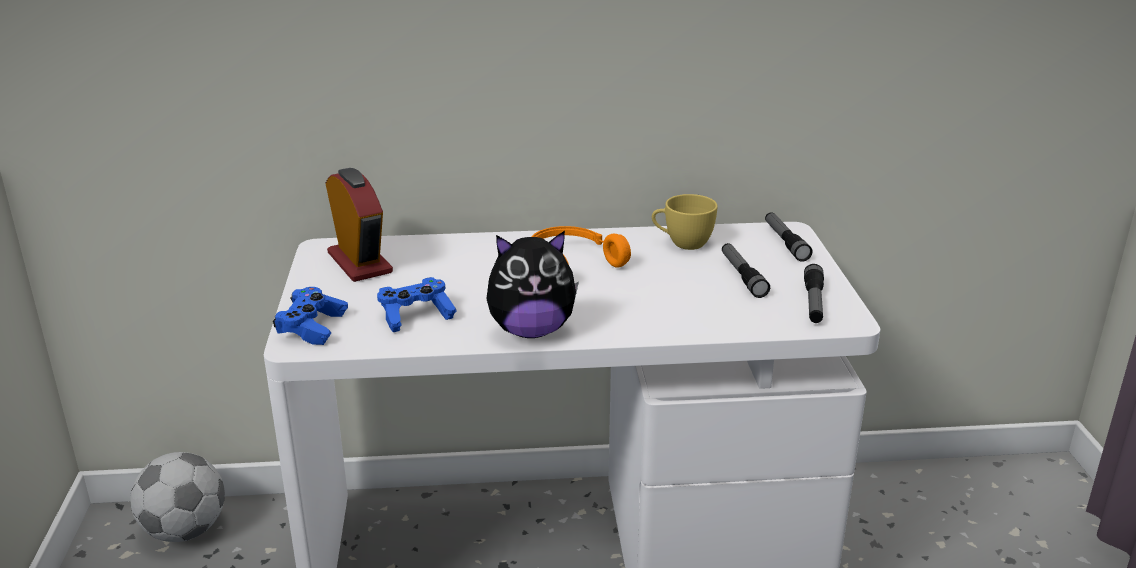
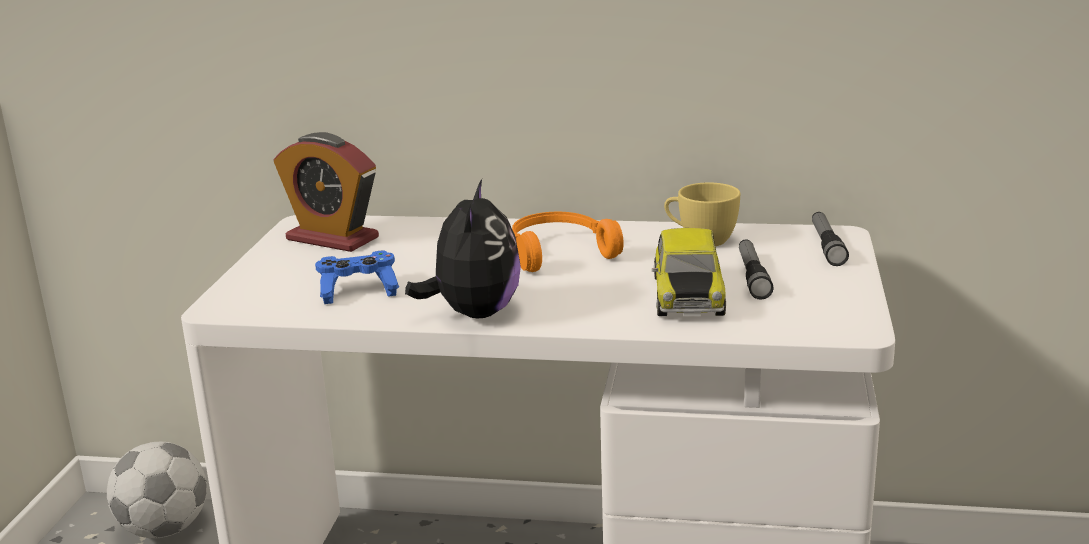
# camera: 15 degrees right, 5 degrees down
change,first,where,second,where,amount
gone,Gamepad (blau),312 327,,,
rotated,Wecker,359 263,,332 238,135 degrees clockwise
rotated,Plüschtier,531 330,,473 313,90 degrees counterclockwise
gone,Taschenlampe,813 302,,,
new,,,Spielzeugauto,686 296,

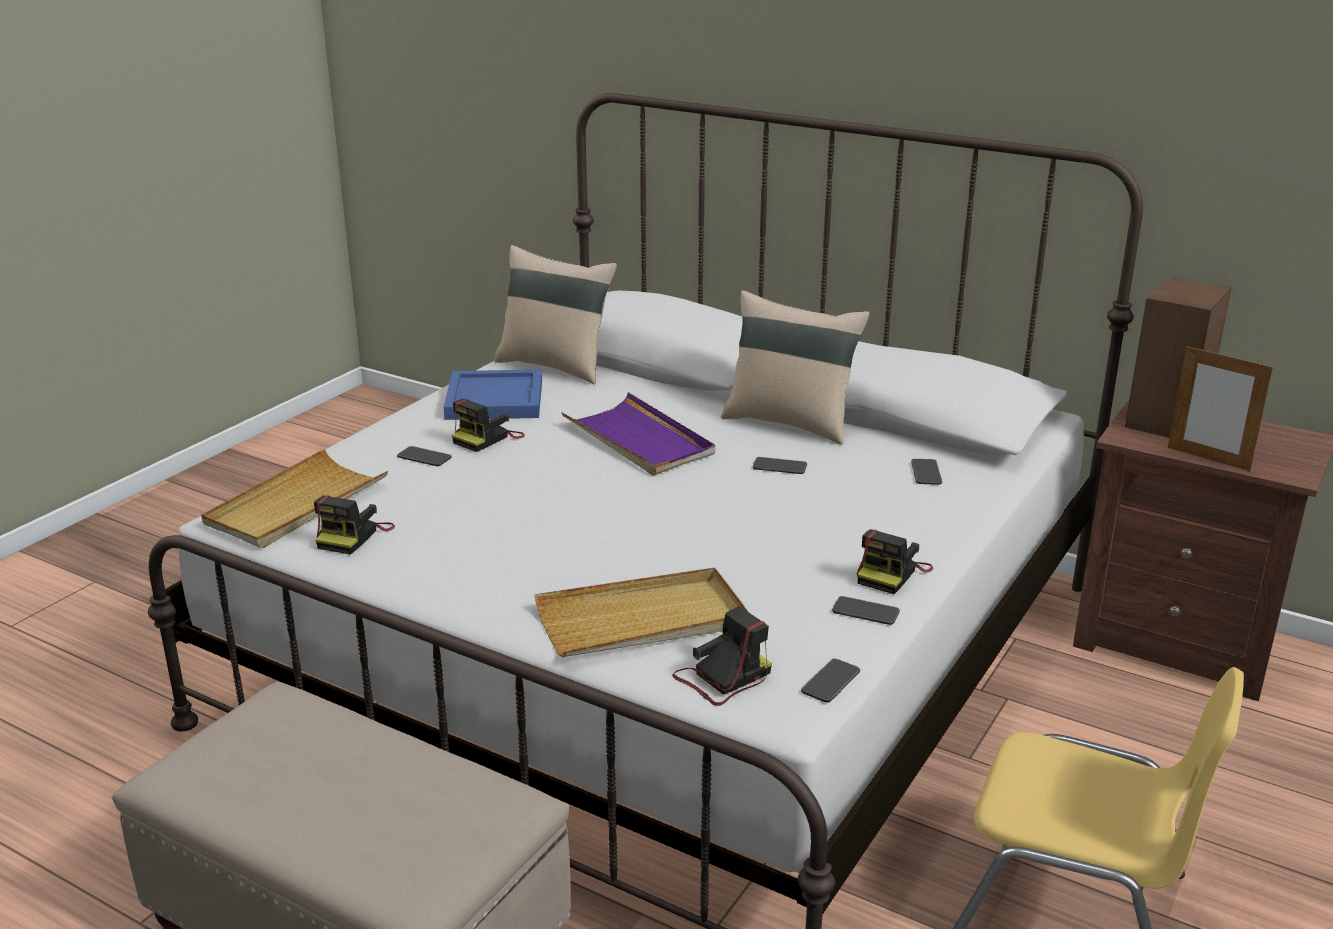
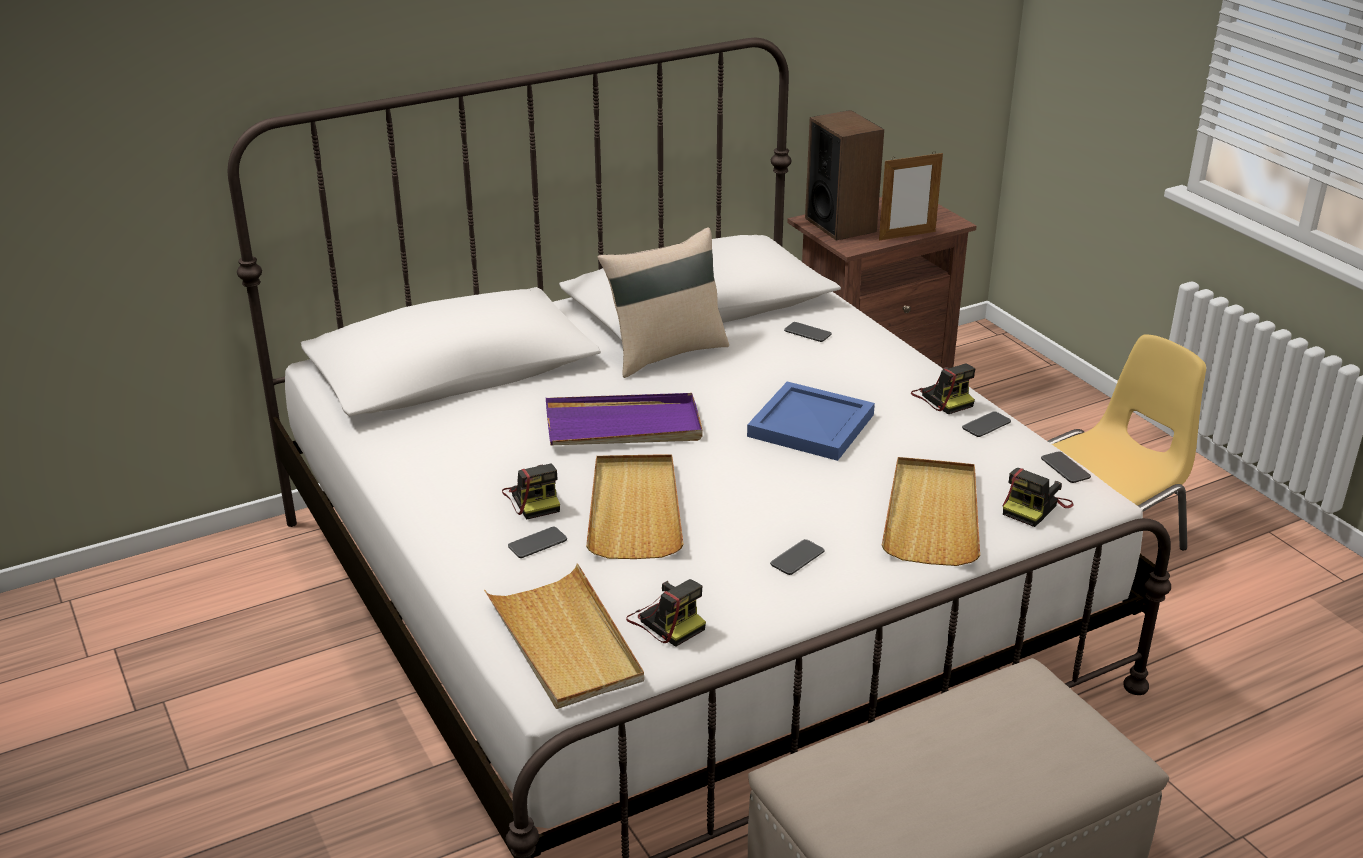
# camera: 60 degrees left, 5 degrees up
change,first,where,second,where,amount
shifted,Tablett (blau),493 400,,812 426,
gone,Kissen (beige),556 366,,,
rotated,Kamera,722 678,,1035 507,135 degrees counterclockwise
shifted,Handy,779 467,,797 558,
new,,,Tablett (beige),634 510,

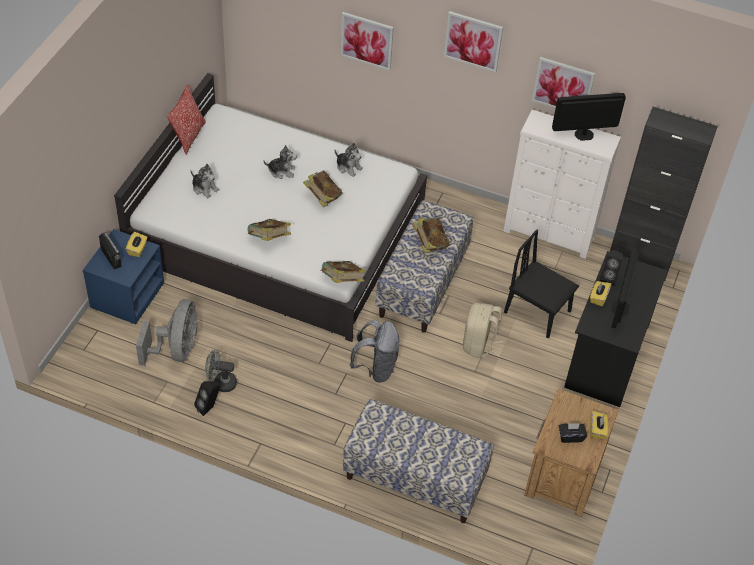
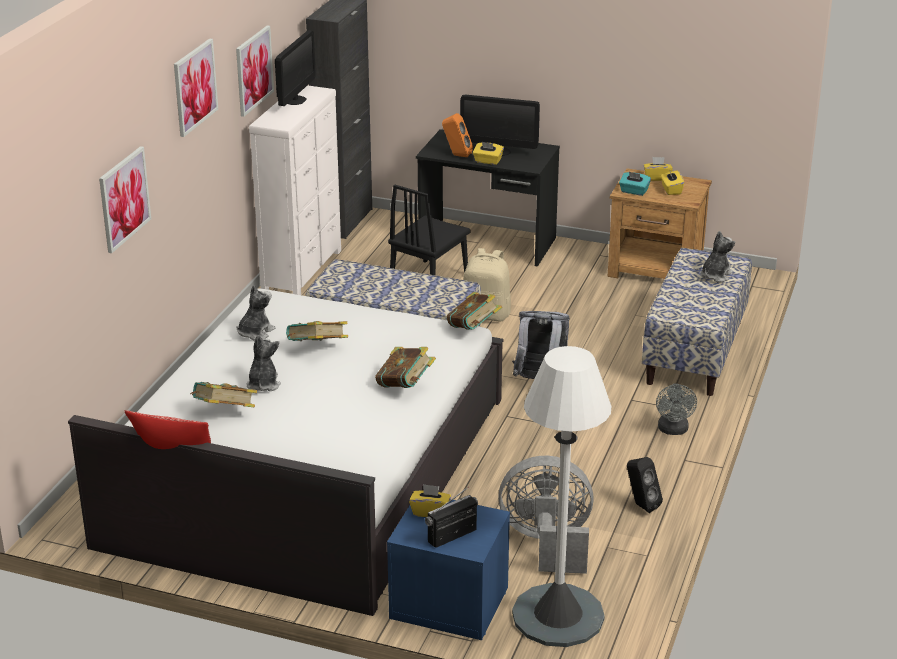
# camera: 90 degrees left, 20 degrees down
change,first,where,second,where,amount
shifted,Plüschtier,204 188,,715 275,
shifted,Ventilator (grau),221 383,,673 430,
shifted,Buch,430 243,,224 413,
rotated,Monitor,584 134,,295 100,150 degrees counterclockwise
repainted,Taschentuchbox (schwarz),570 436,Taschentuchbox (gelb),671 190,
repainted,Lautsprecher (schwarz),609 277,Lautsprecher (orange),456 155,
new,,,Stehlampe (weiß),558 616,
new,,,Taschentuchbox (türkis),634 191,

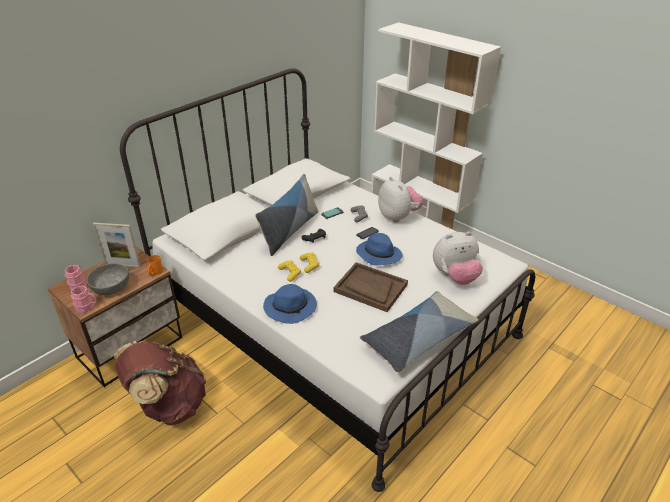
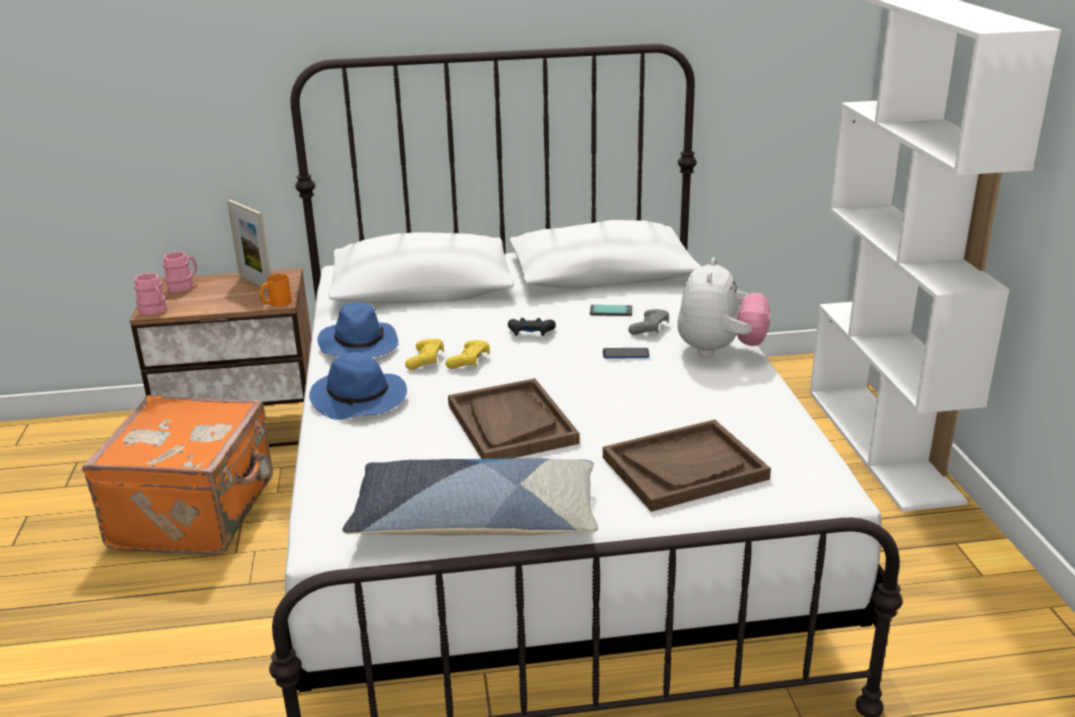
# camera: 40 degrees right, 10 degrees down
change,first,where,second,where,amount
gone,Schüssel (grau),111 287,,,
swapped,Rucksack (braun),168 405,Koffer (orange),197 513,
gone,Kissen,289 231,,,
shifted,Hut (blau),378 254,,358 345,
swapped,Plüschtier,455 277,Tablett (braun),684 468,

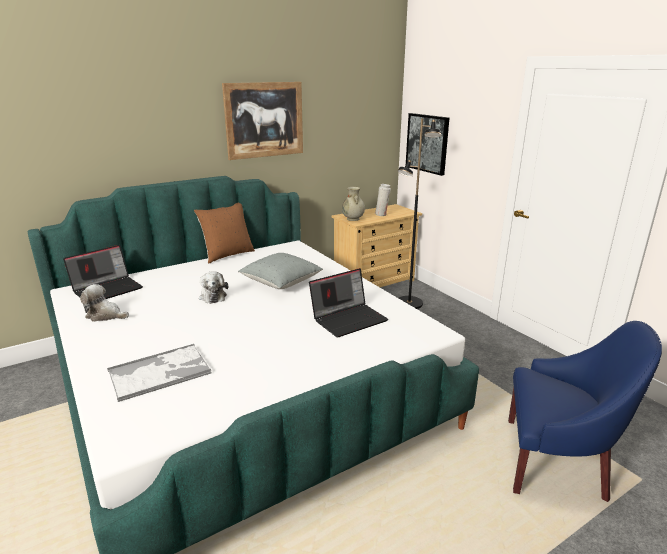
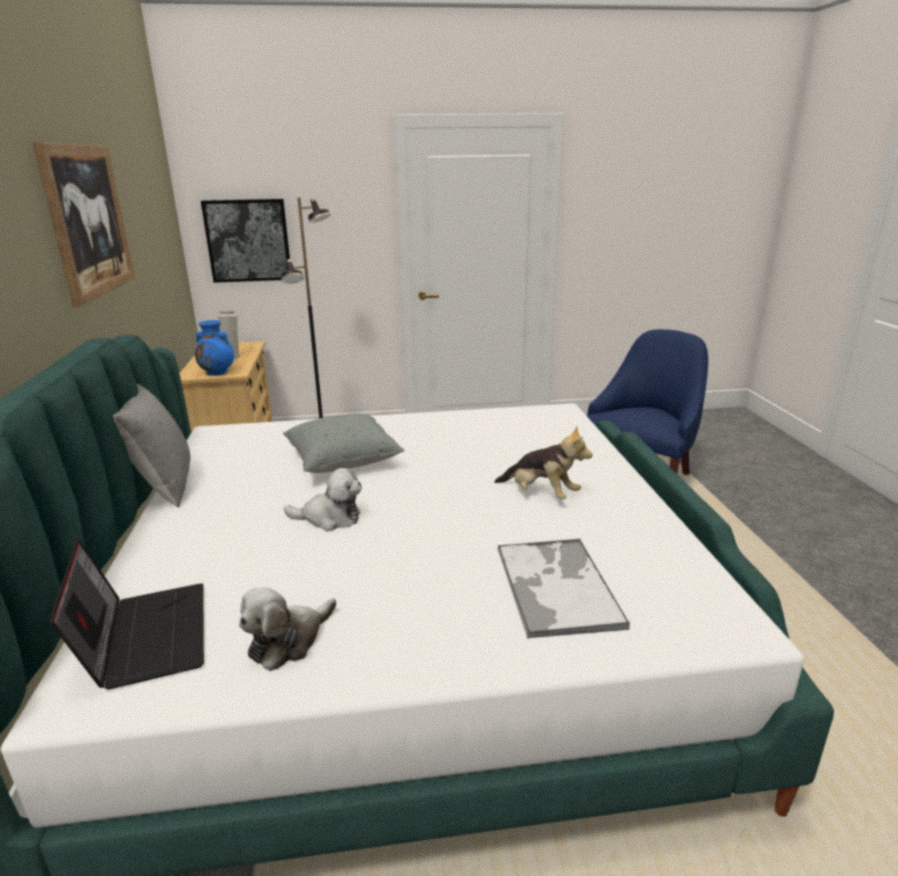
# camera: 65 degrees left, 0 degrees up
change,first,where,second,where,amount
repainted,Kissen (braun),227 255,Kissen (grau),164 486,
gone,Laptop,349 319,,,
repainted,Vase (beige),353 219,Vase (blau),218 372,
new,,,Plüschtier,541 494,

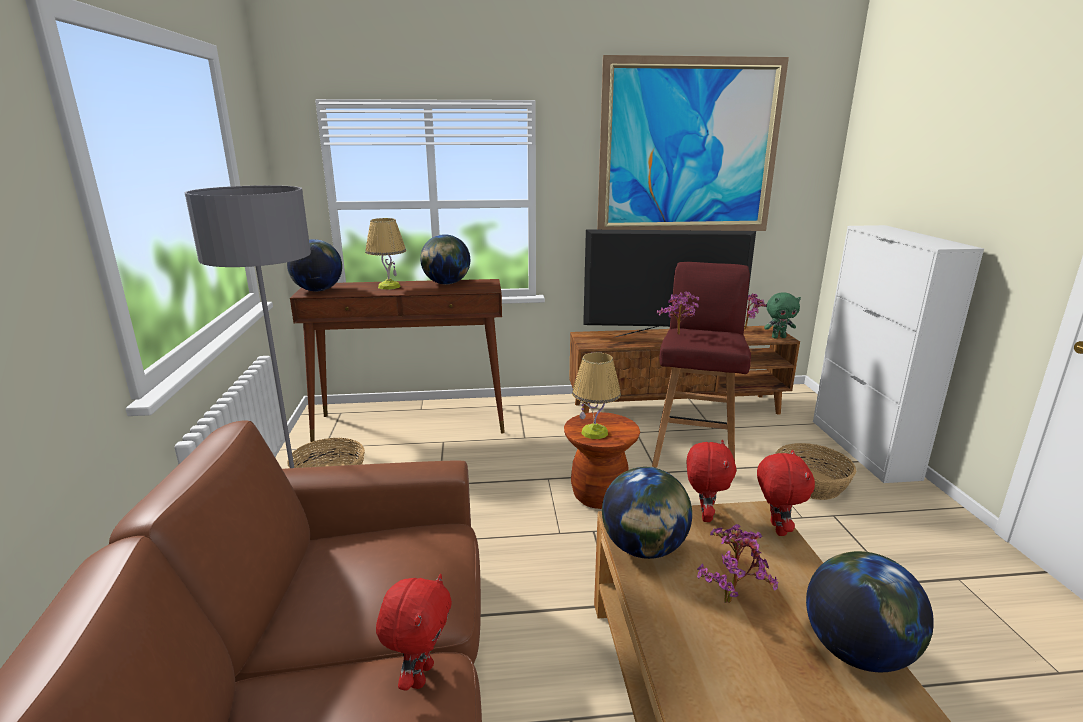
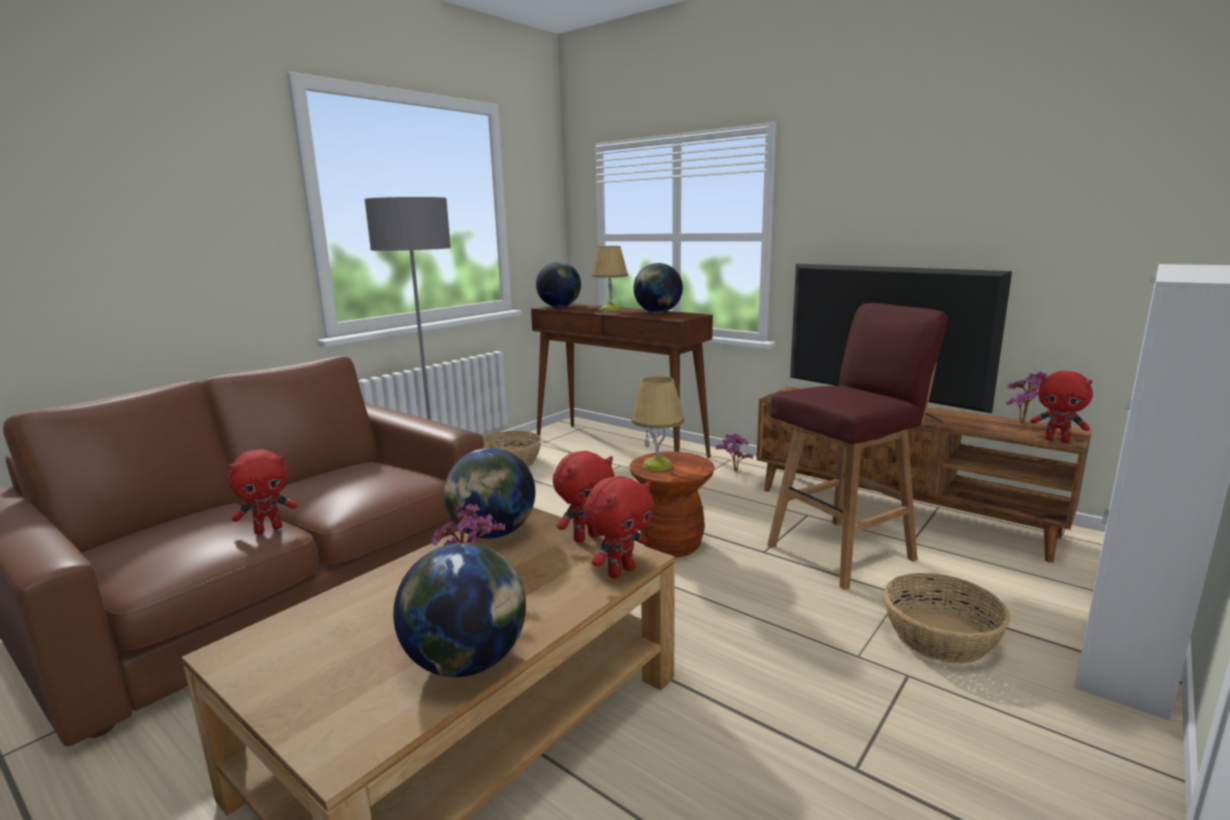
# camera: 45 degrees right, 5 degrees down
change,first,where,second,where,amount
gone,Bild,689 148,,,
shifted,Topfpflanze,679 335,,733 472,
repainted,Plüschtier (grün),778 337,Plüschtier (rot),1057 440,

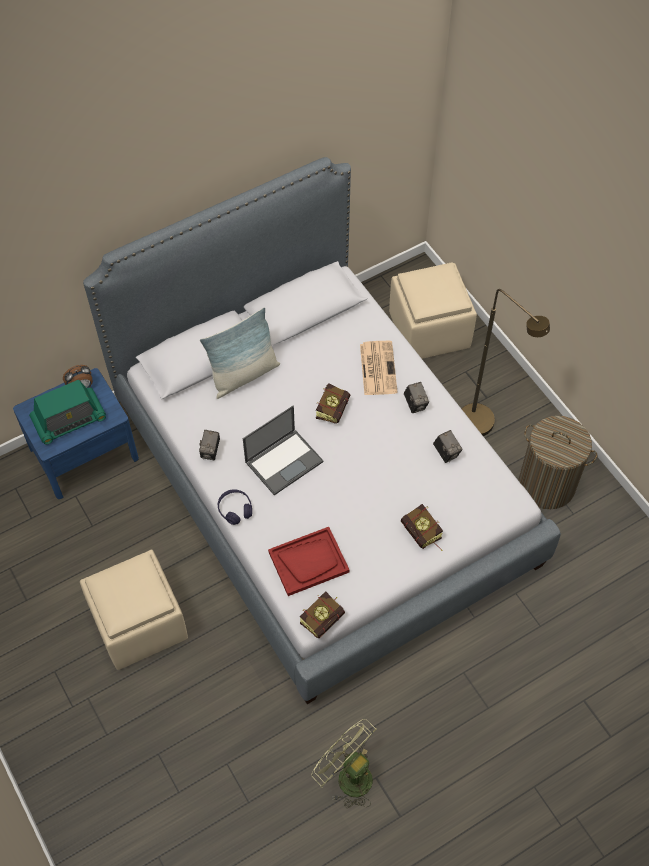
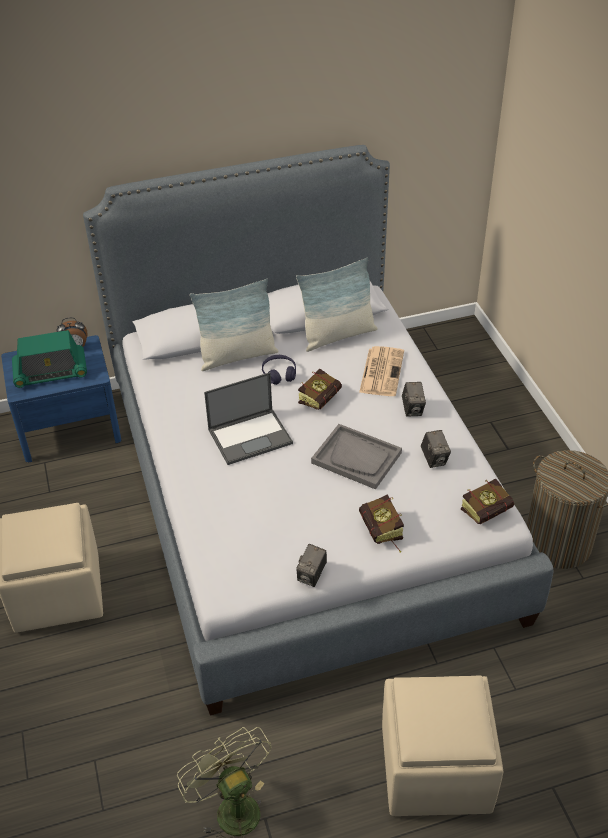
# camera: 15 degrees right, 15 degrees down
change,first,where,second,where,amount
shifted,Kamera,210 451,,312 575,
shifted,Kopfhörer (lila),235 509,,279 374,
gone,Tablett (rot),308 562,,,
shifted,Buch,325 617,,489 510,
shifted,Polsterhocker (beige),428 330,,434 767,
gone,Stehlampe (braun),484 428,,,
new,,,Kissen,338 335,
new,,,Tablett (grau),356 458,

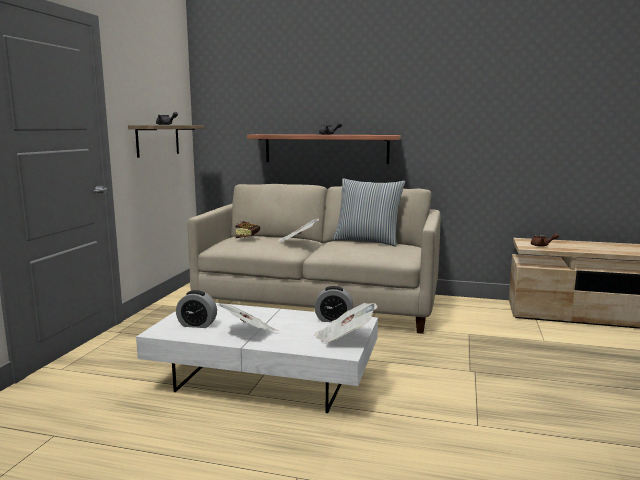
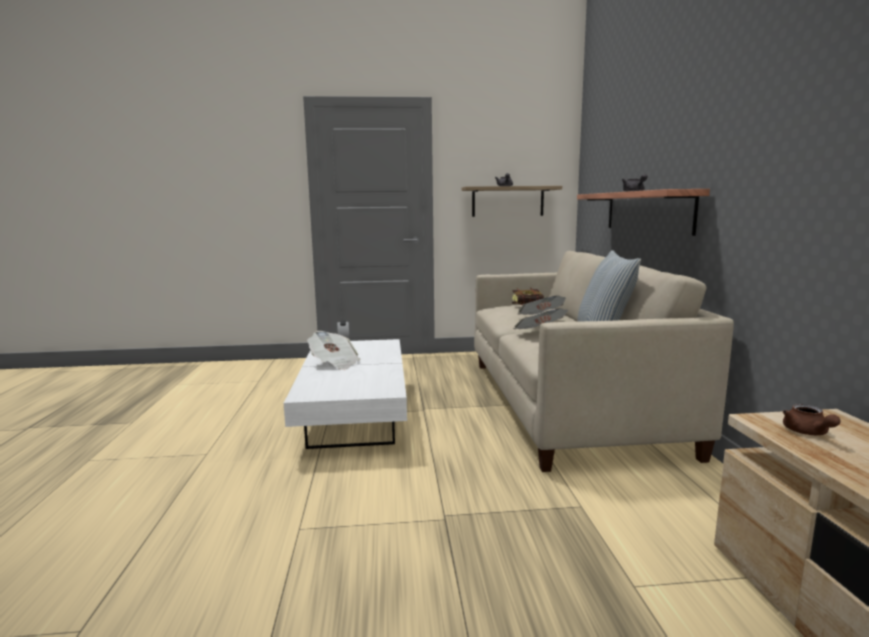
# camera: 70 degrees right, 0 degrees up
change,first,where,second,where,amount
shifted,Zeitung,344 338,,539 334,
gone,Wecker,333 319,,,

